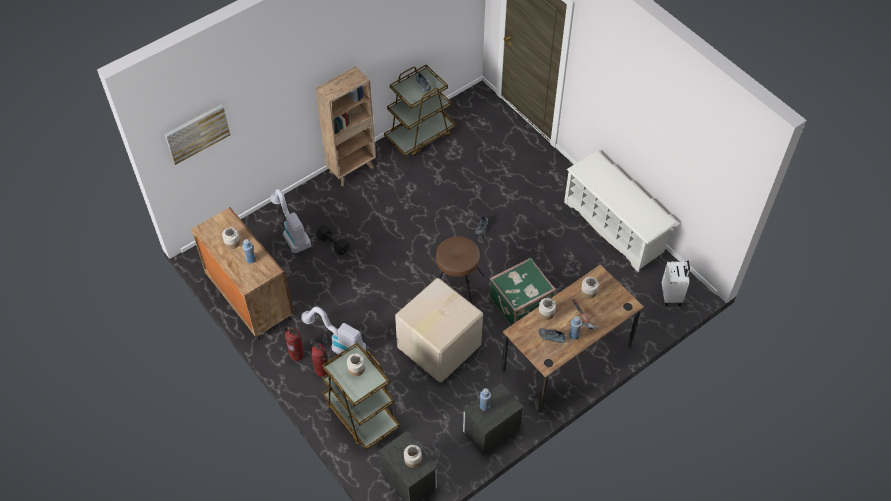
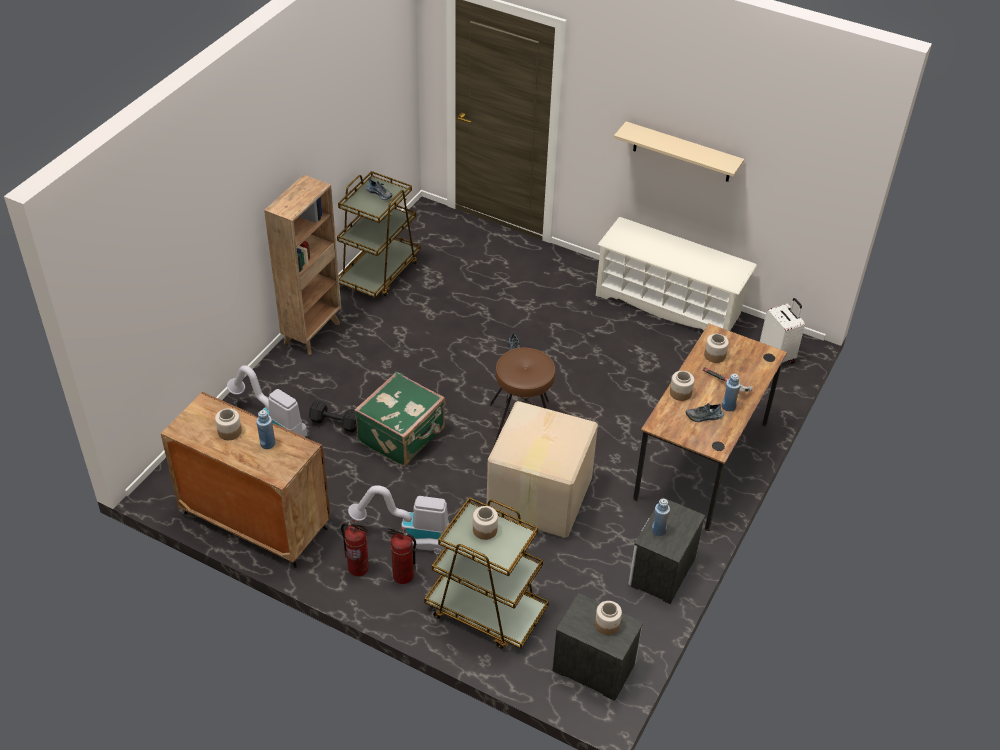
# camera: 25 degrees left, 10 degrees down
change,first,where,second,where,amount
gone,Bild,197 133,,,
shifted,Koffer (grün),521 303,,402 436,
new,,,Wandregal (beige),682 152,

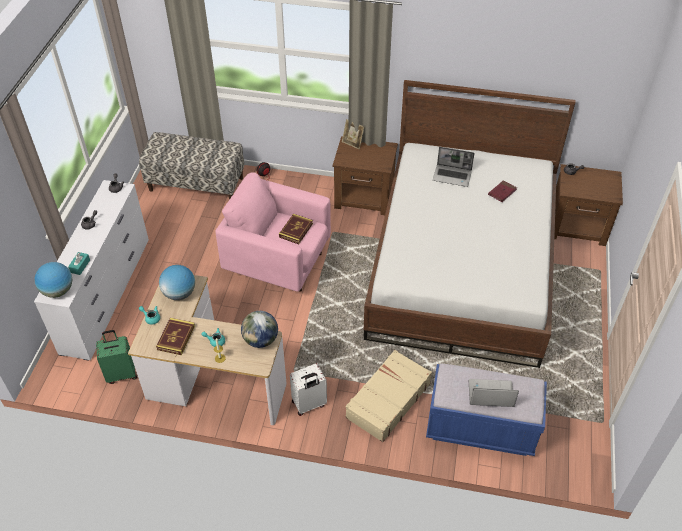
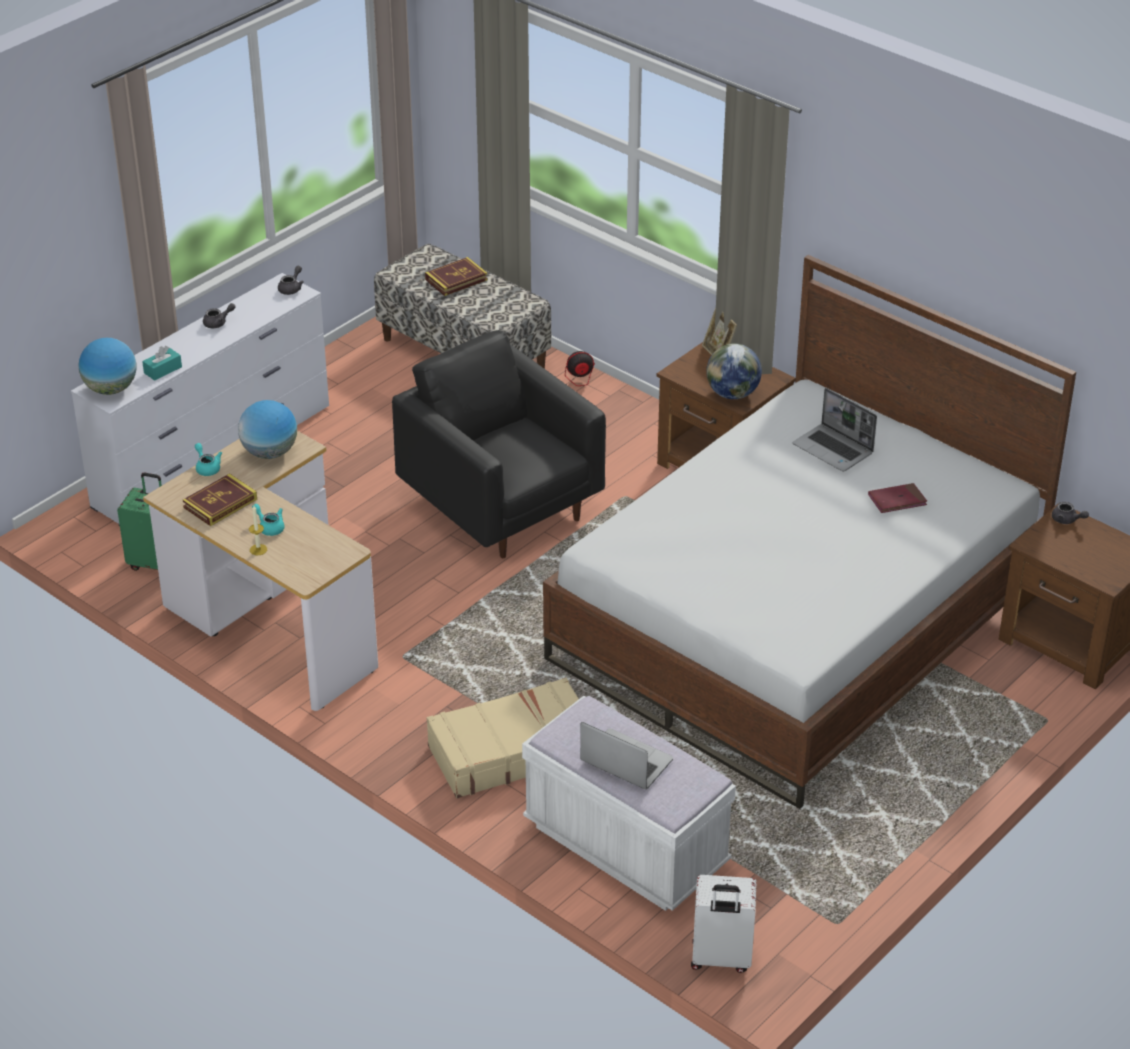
# camera: 30 degrees right, 10 degrees down
change,first,where,second,where,amount
repainted,Sessel (rosa),278 262,Sessel (schwarz),502 506,
shifted,Globus,261 340,,732 394,
shifted,Buch,296 230,,456 280,
shifted,Koffer (weiß),309 404,,720 959,
repainted,Bank (blau),480 428,Bank (weiß),625 846,

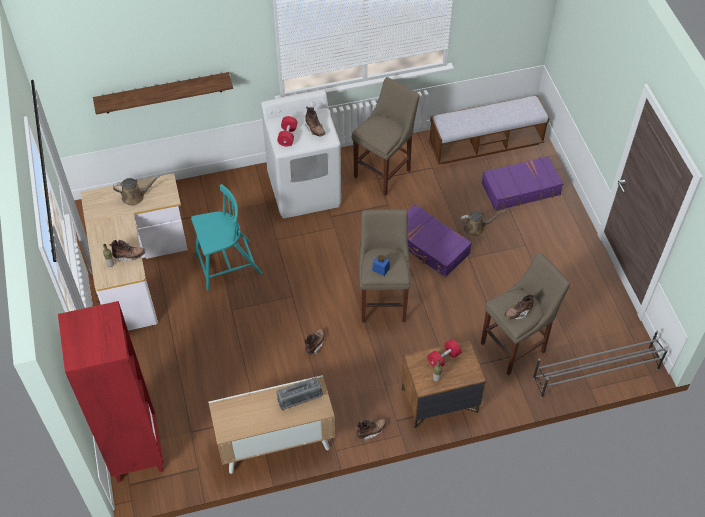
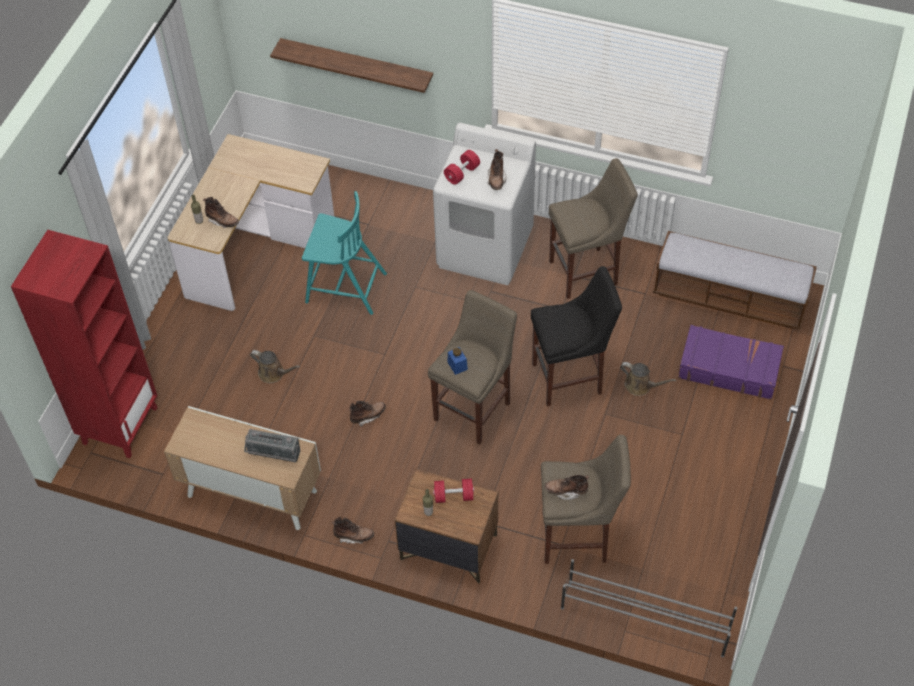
# camera: 35 degrees right, 0 degrees up
change,first,where,second,where,amount
shifted,Gießkanne (braun),135 196,,273 373,
swapped,Koffer (lila),429 246,Hocker (schwarz),570 378,

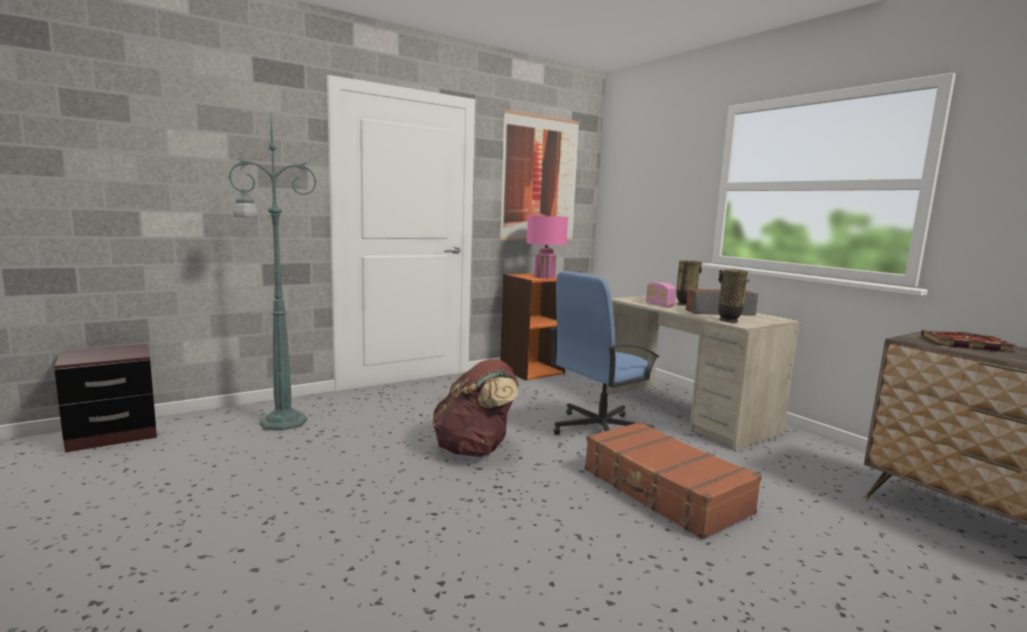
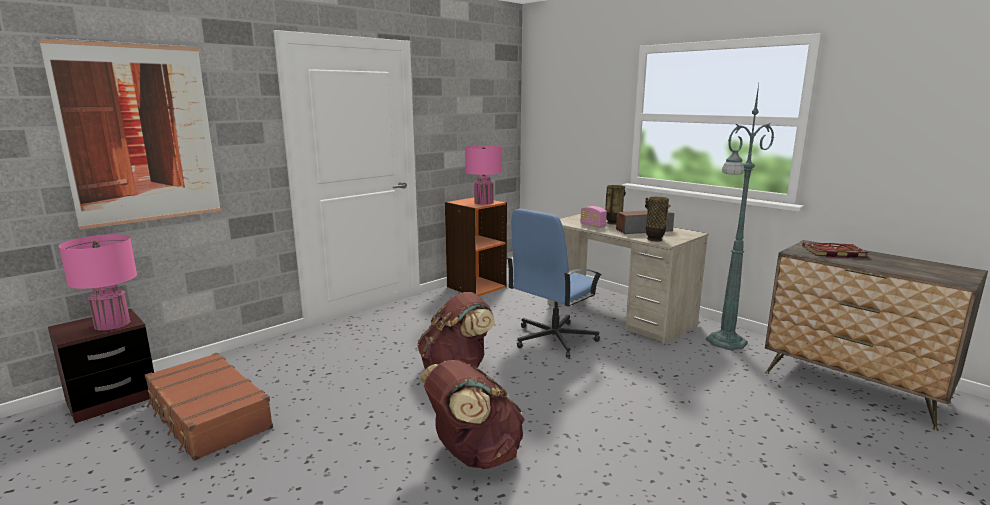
# camera: 10 degrees left, 5 degrees up
change,first,where,second,where,amount
shifted,Stehlampe (grün),280 422,,724 342,
shifted,Bild,539 179,,140 134,
shifted,Koffer (braun),664 491,,208 417,
new,,,Tischlampe (rosa),112 324,
new,,,Rucksack (braun),473 455,

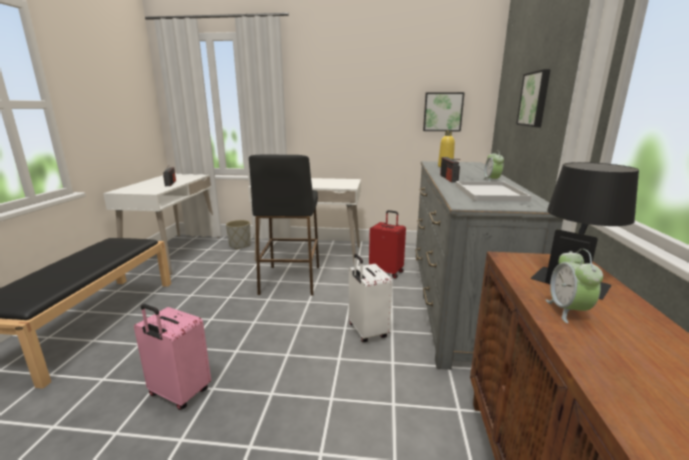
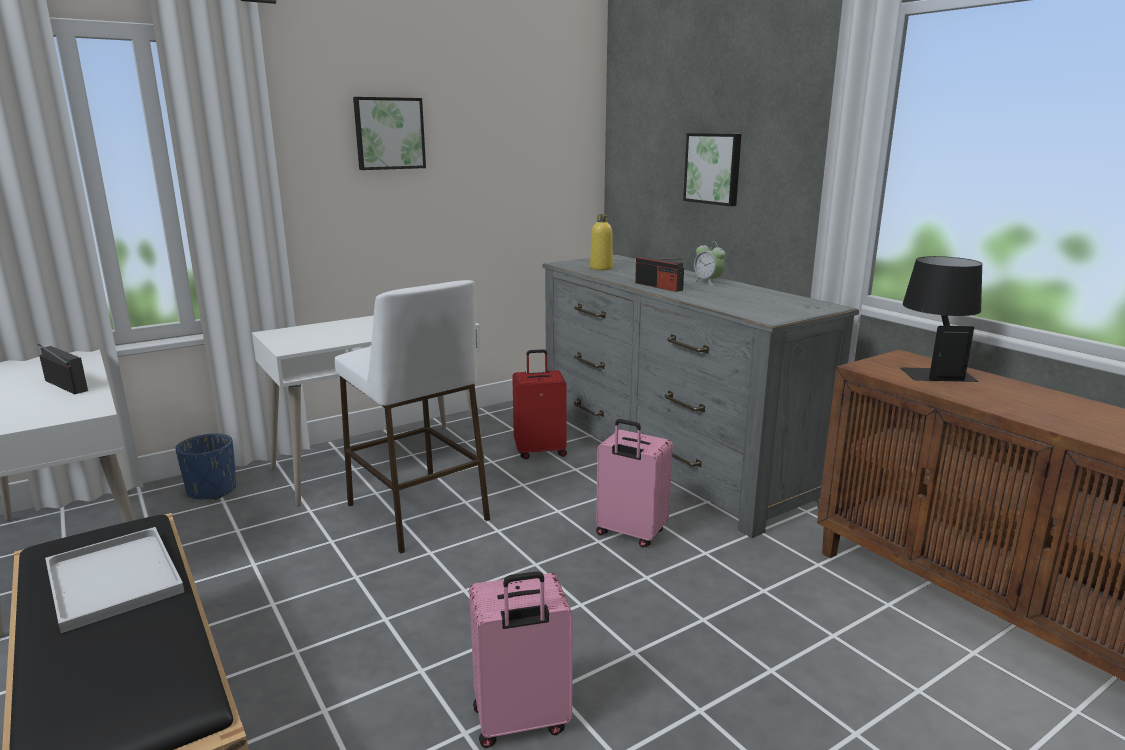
# camera: 40 degrees left, 0 degrees up
change,first,where,second,where,amount
repainted,Pflanzkübel (grau),240 245,Pflanzkübel (blau),212 491,
repainted,Hocker (schwarz),290 280,Hocker (weiß),418 512,
repainted,Koffer (weiß),366 331,Koffer (rosa),630 534,
shifted,Bild,442 112,,389 133,
shifted,Tablett (weiß),488 192,,111 578,
gone,Wecker,568 311,,,

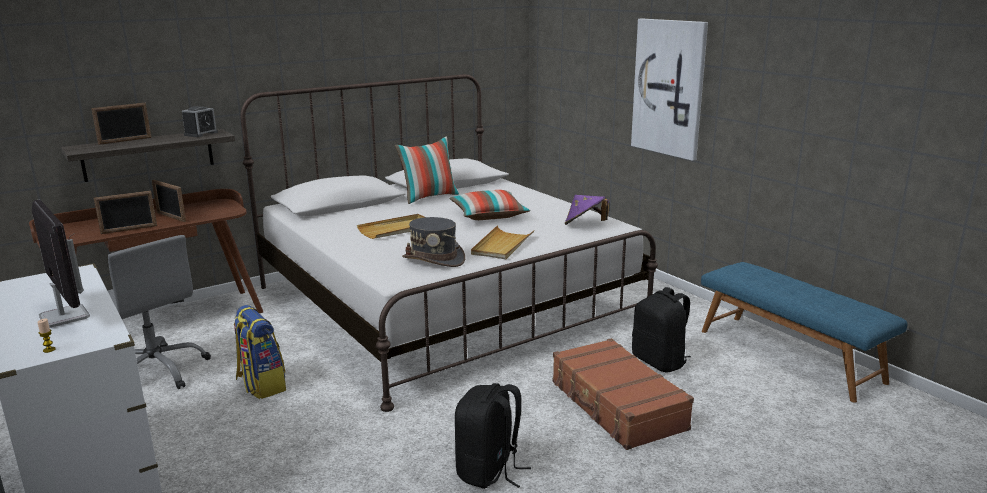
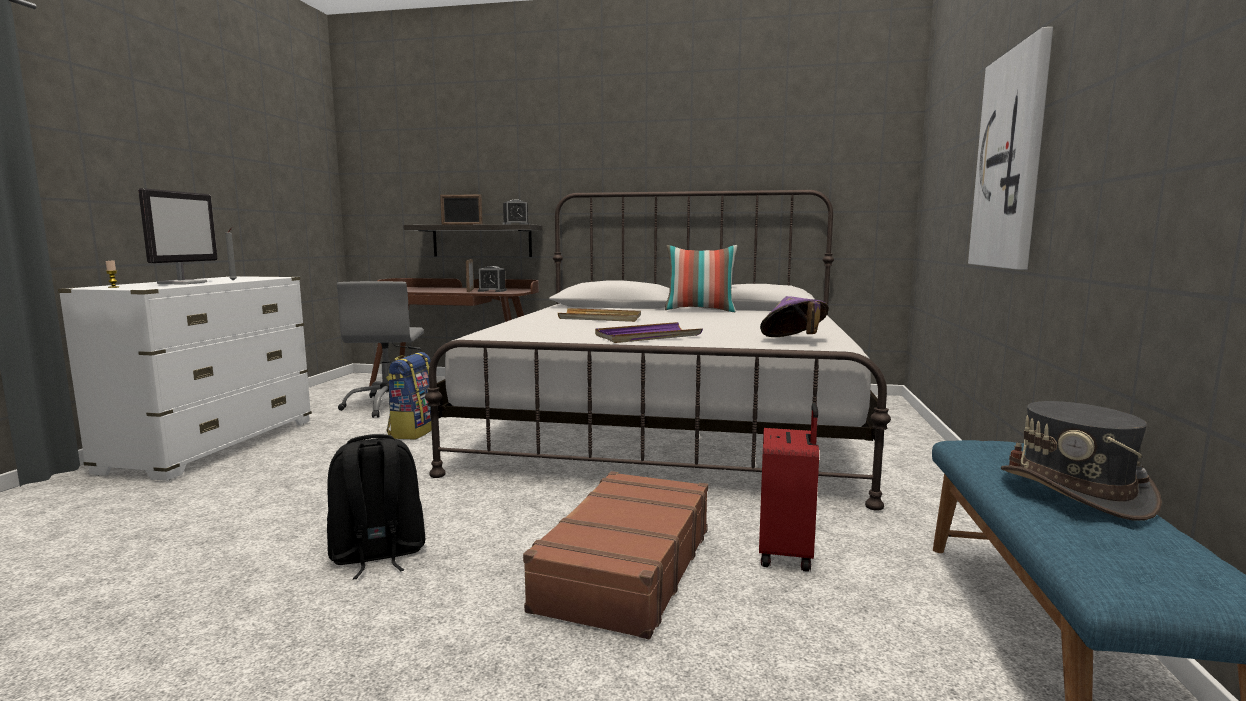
# camera: 45 degrees right, 10 degrees down
change,first,where,second,where,amount
gone,Bilderrahmen,129 229,,,
shifted,Hut (grau),434 259,,1075 492,
gone,Kissen,489 216,,,
repainted,Tablett (beige),502 245,Tablett (lila),647 337,
swapped,Rucksack (schwarz),660 362,Koffer (rot),787 553,
new,,,Wecker,492 291,

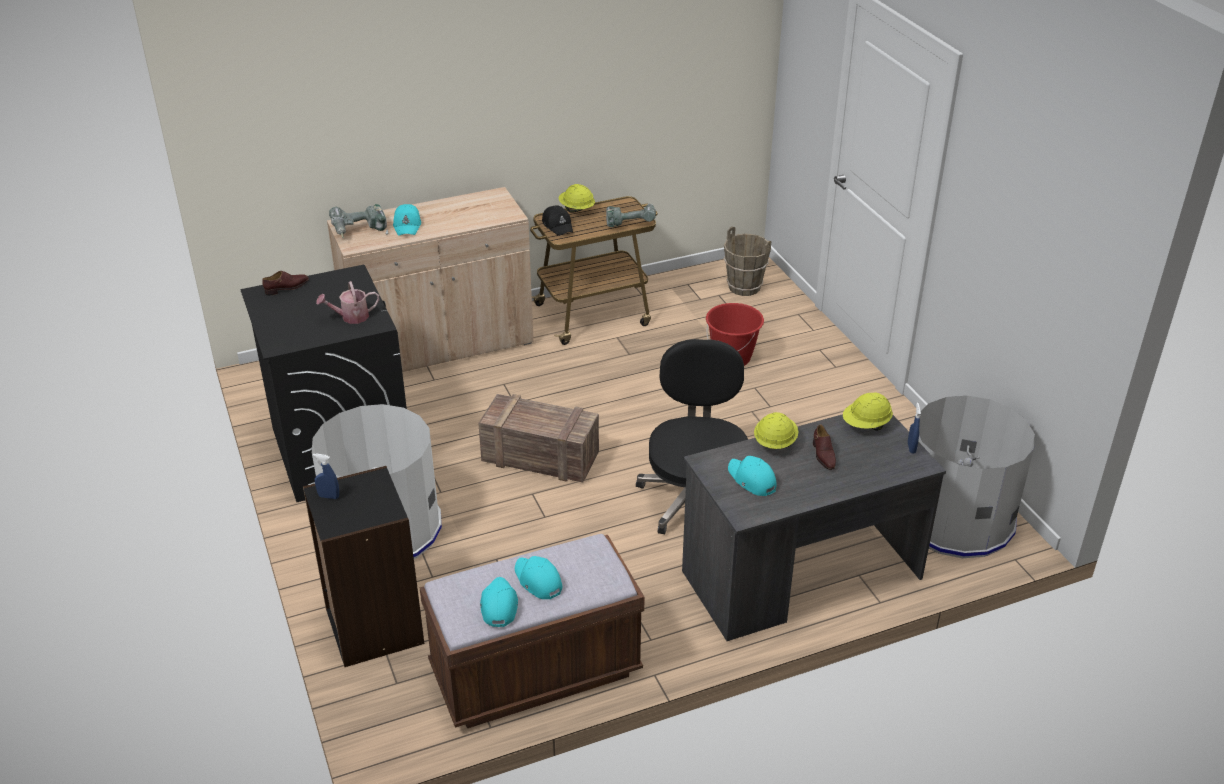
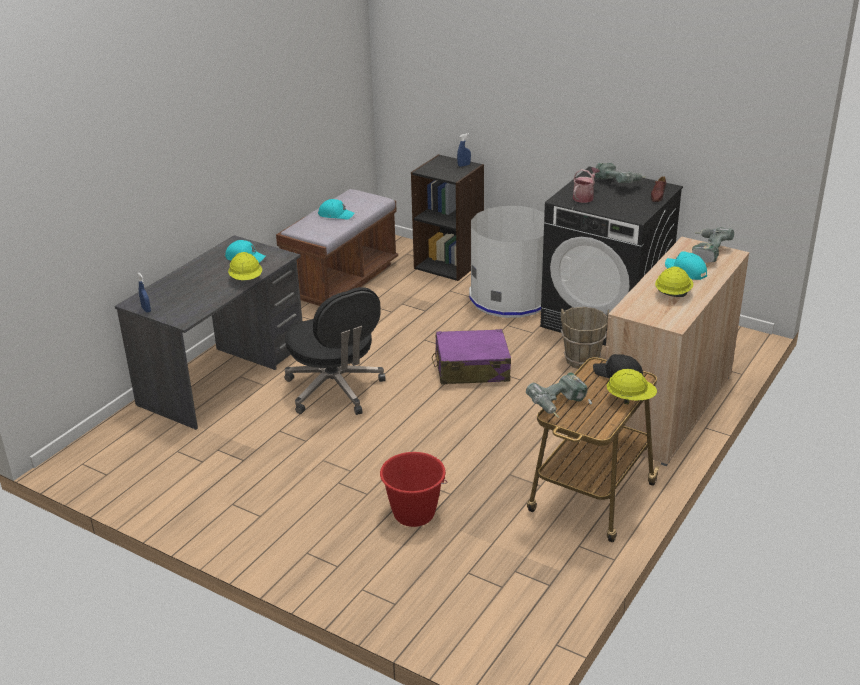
# camera: 145 degrees right, 5 degrees down
change,first,where,second,where,amount
swapped,Kiste,542 457,Koffer (lila),471 369,
gone,Kappe (türkis),498 605,,,
shifted,Eimer (braun),744 287,,582 360,
gone,Schuh (braun),823 455,,,
shifted,Schutzhelm (gelb),866 425,,672 294,
gone,Mülleimer (grau),956 519,,,
new,,,Bohrmaschine,619 183,

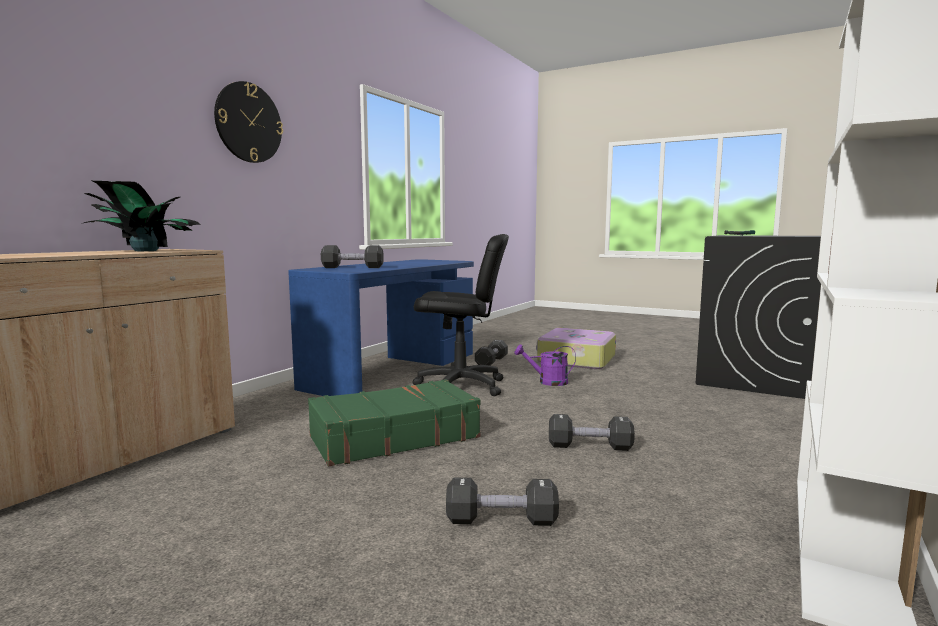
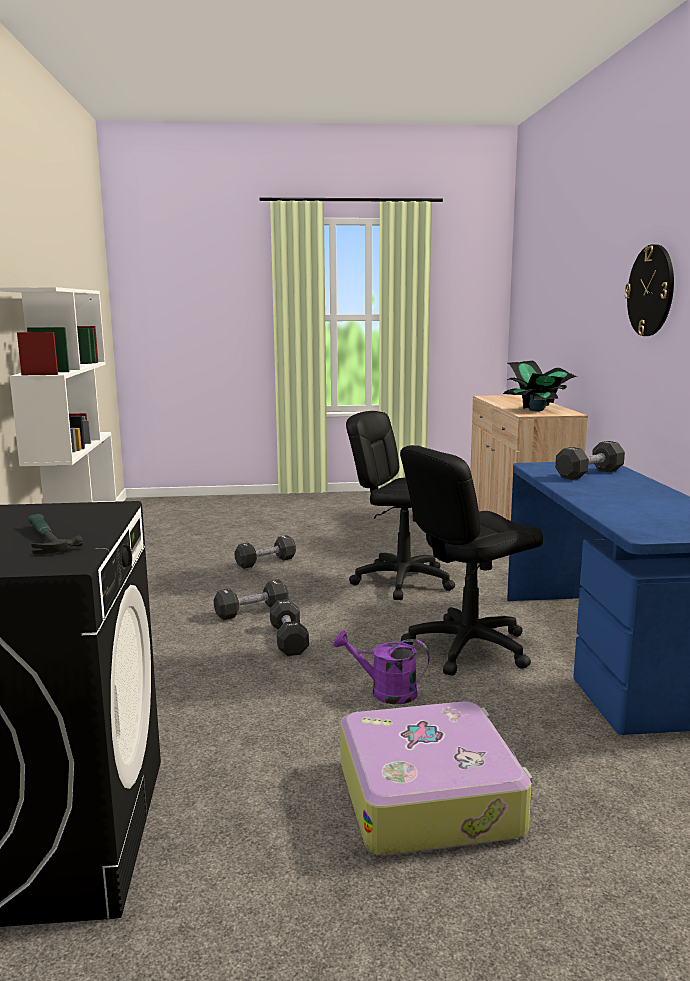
# camera: 145 degrees right, 5 degrees up
change,first,where,second,where,amount
swapped,Koffer (grün),393 437,Bürostuhl (schwarz),403 581,
shifted,Hantel (schwarz),491 362,,288 640,
rotated,Gießkanne (lila),547 382,,385 692,135 degrees counterclockwise

